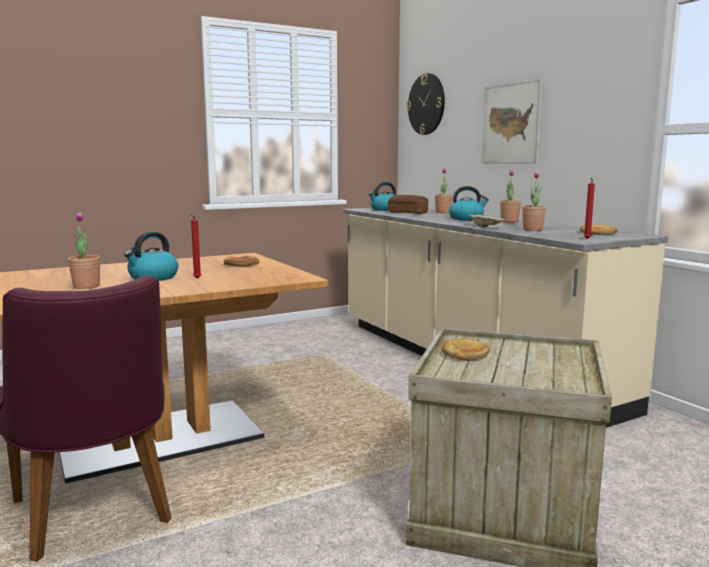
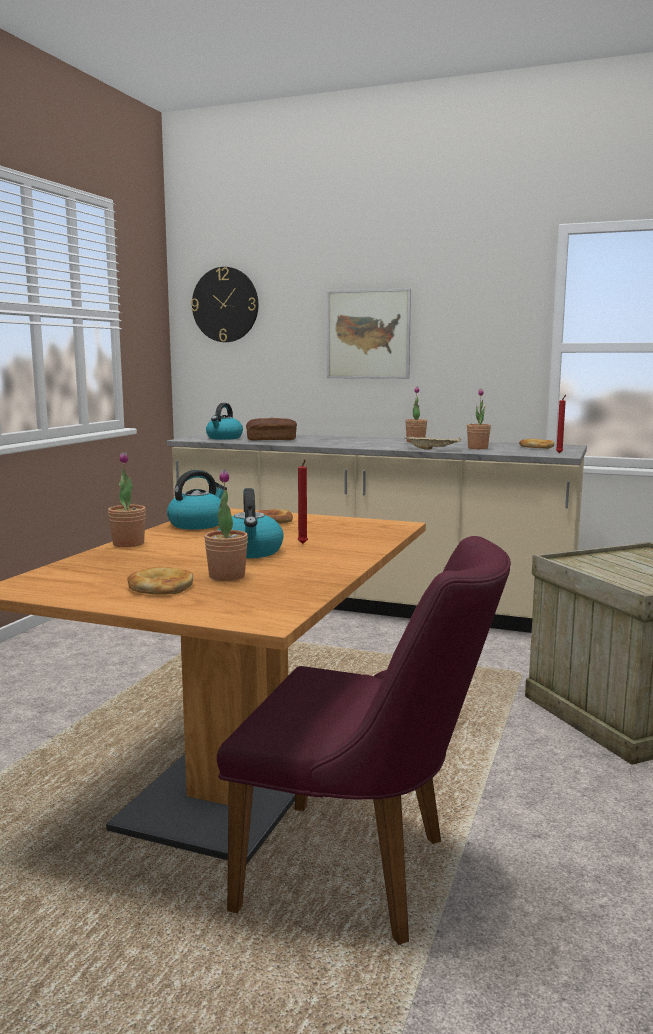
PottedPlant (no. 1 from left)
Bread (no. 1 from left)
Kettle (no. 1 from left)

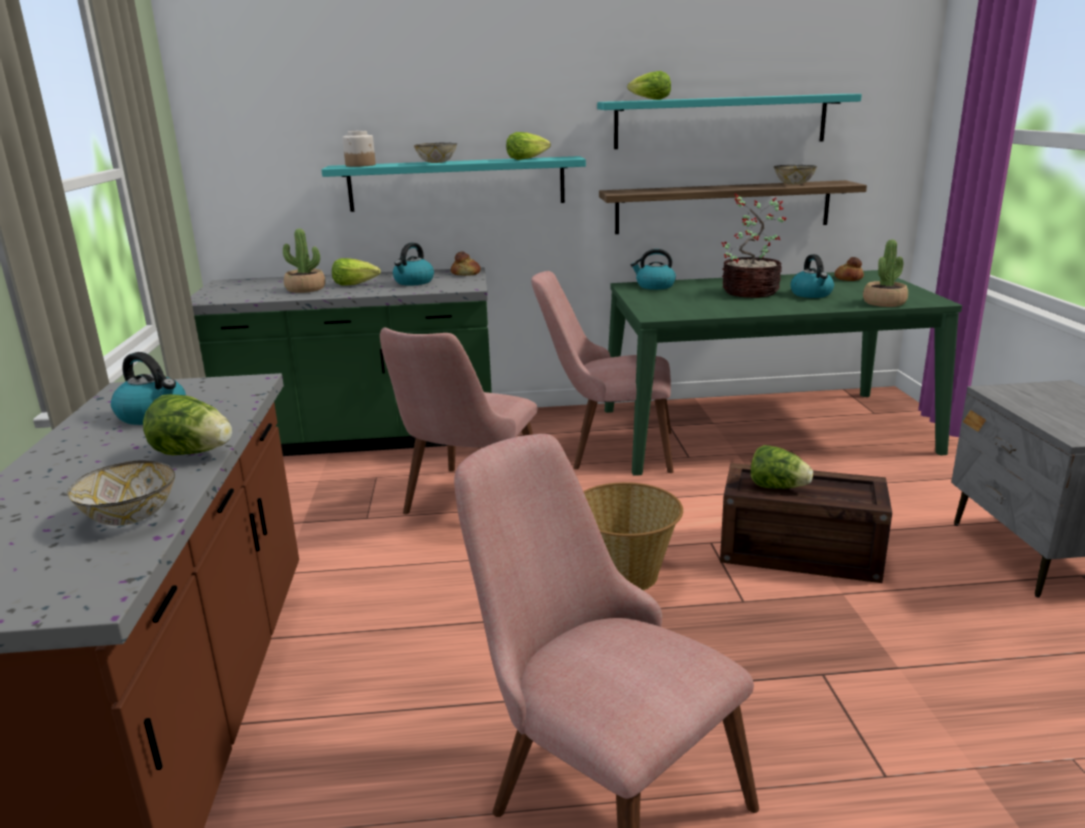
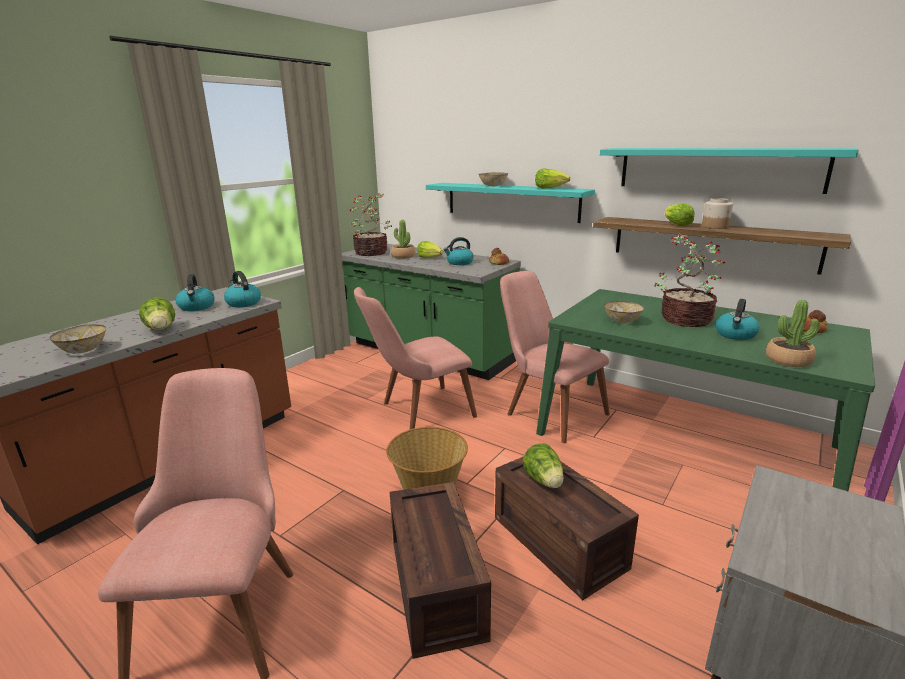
Jar
Lettuce (no. 5 from left)
Kettle (no. 2 from left)
Bowl (no. 3 from left)
PottedPlant (no. 1 from left)
Crate (no. 1 from left)

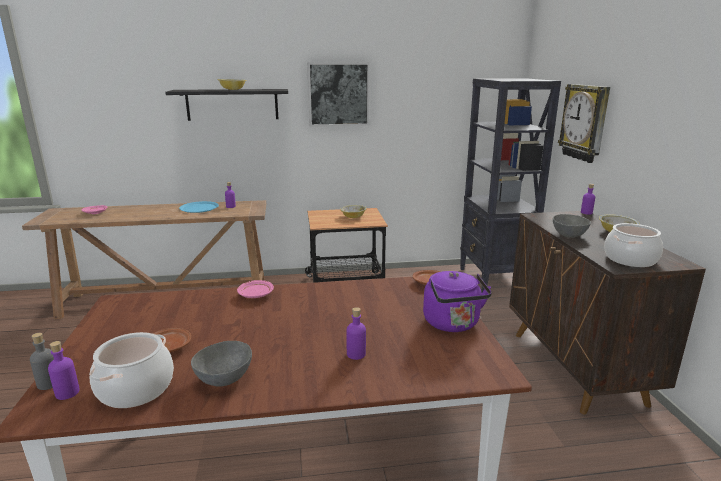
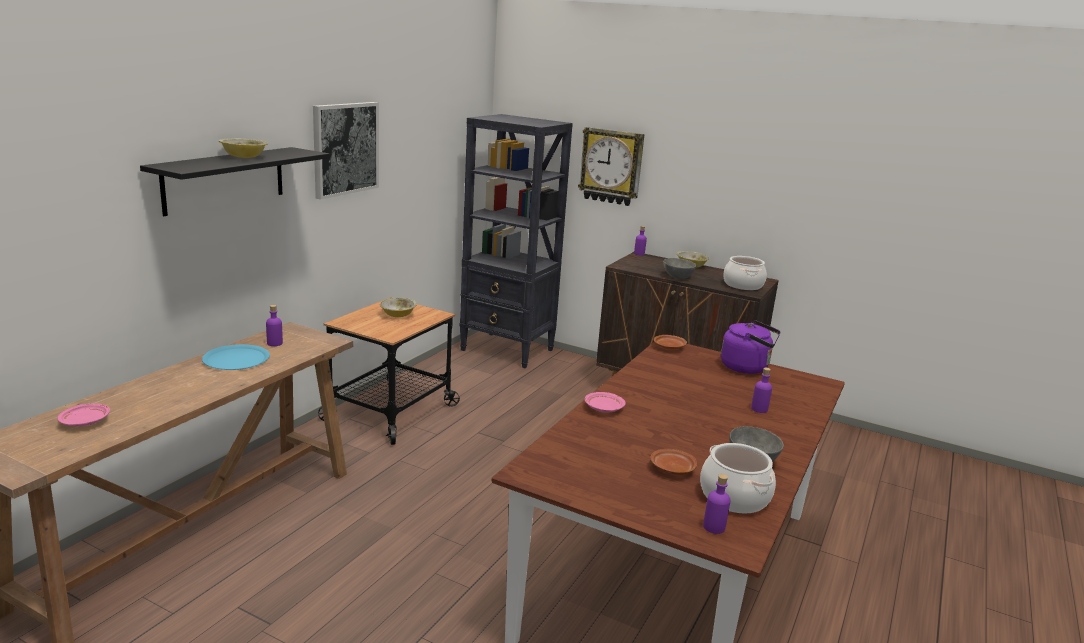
GreyBottle

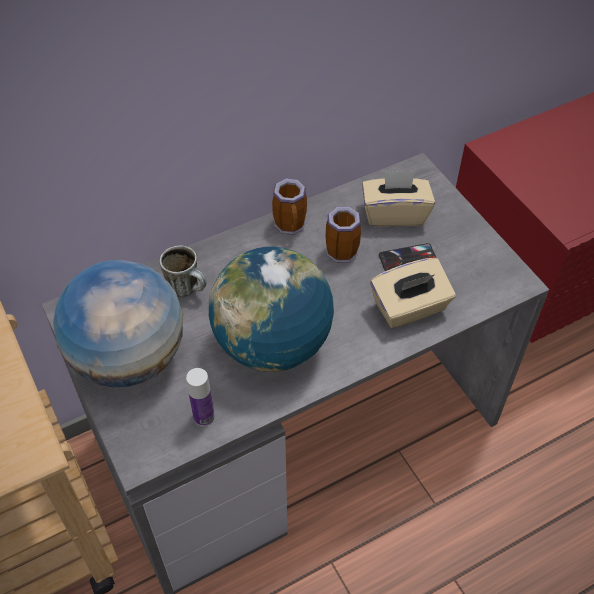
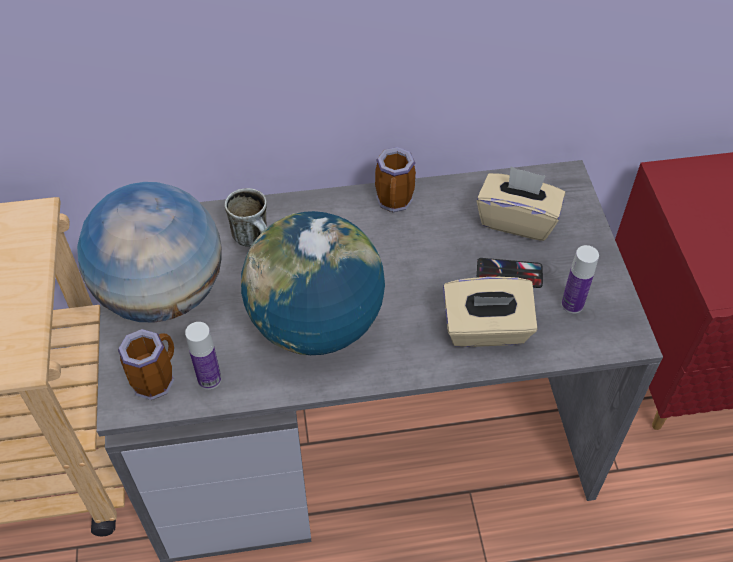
Mug (no. 1 from left)
Bottle (no. 2 from left)

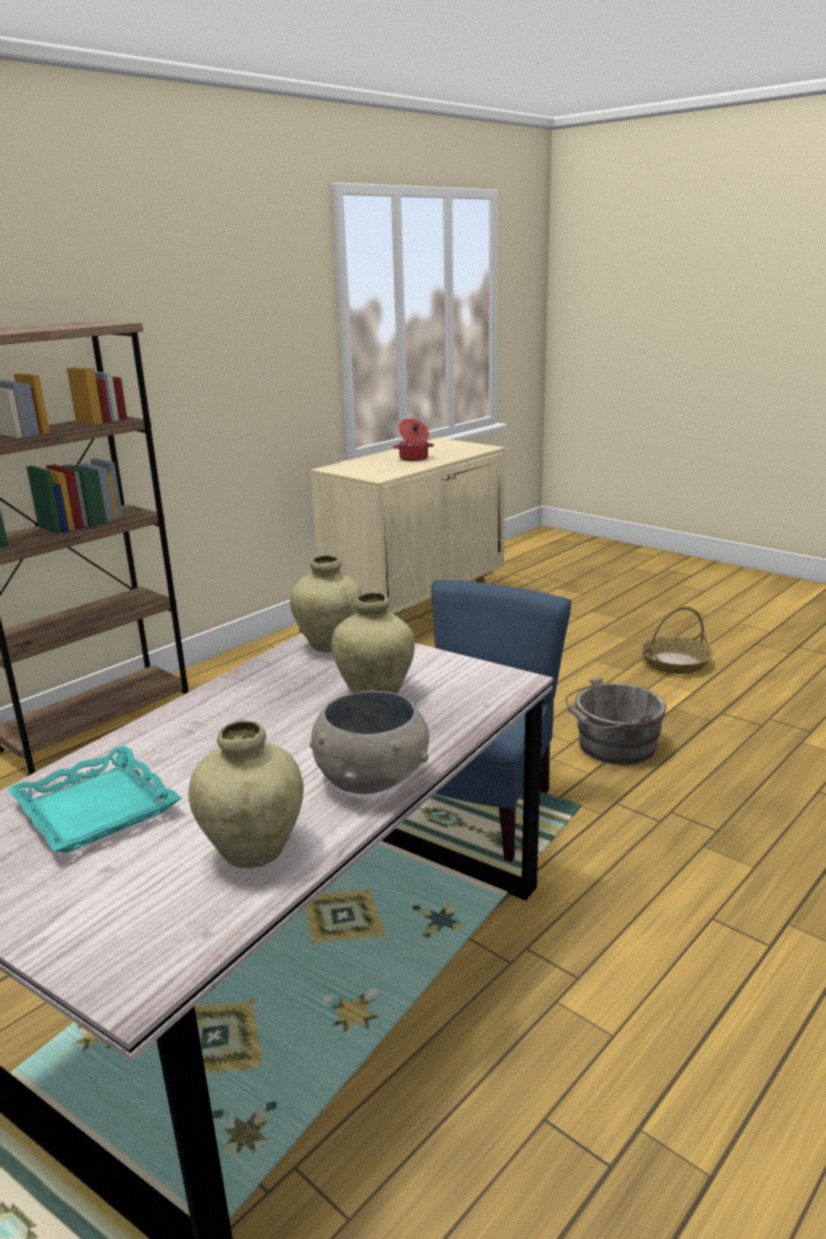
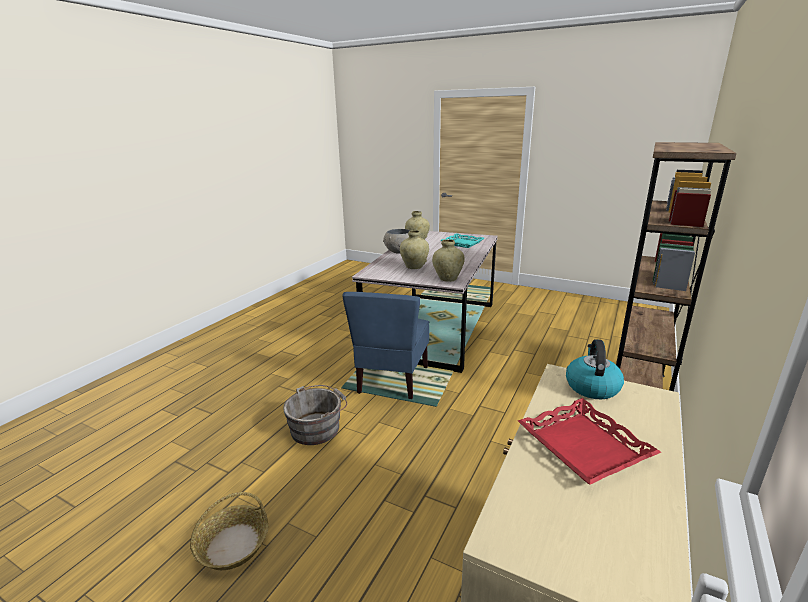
RedTray
Kettle

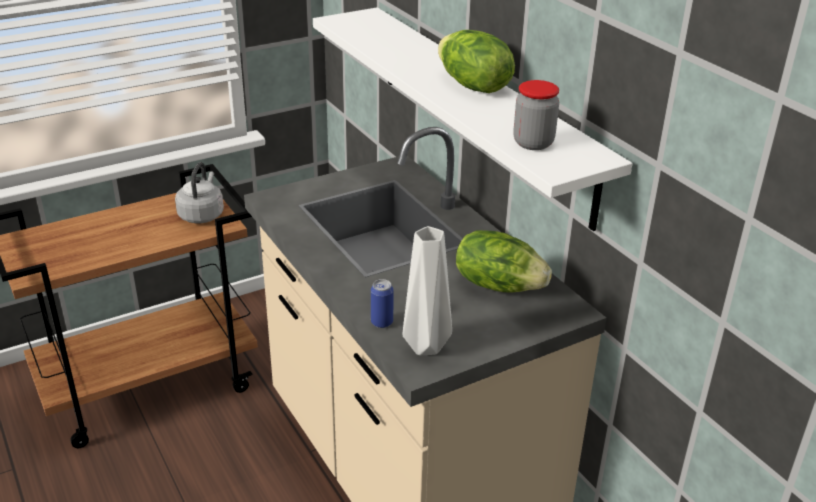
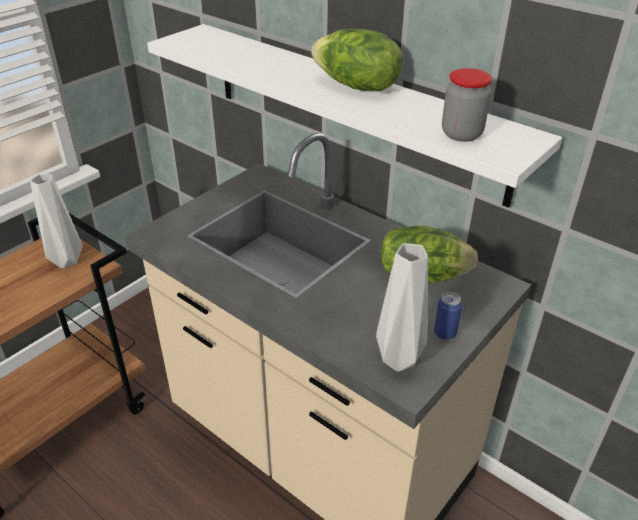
GreyVase (no. 1 from left)
Can

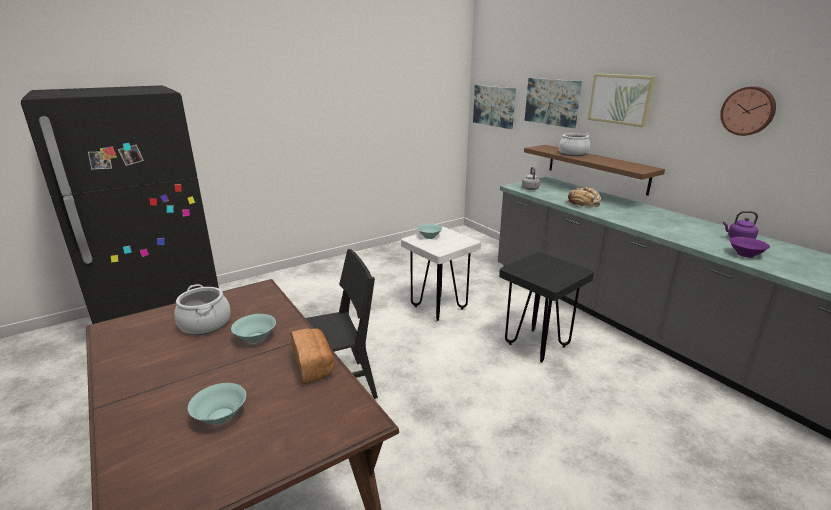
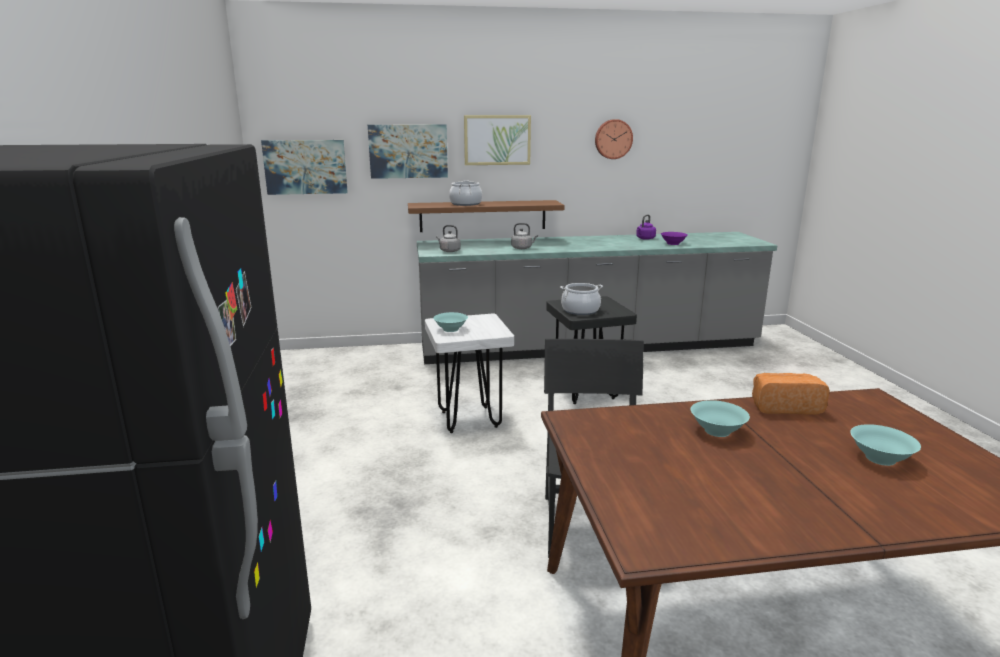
CookingPot (no. 2 from left)
GreyKettle (no. 2 from left)

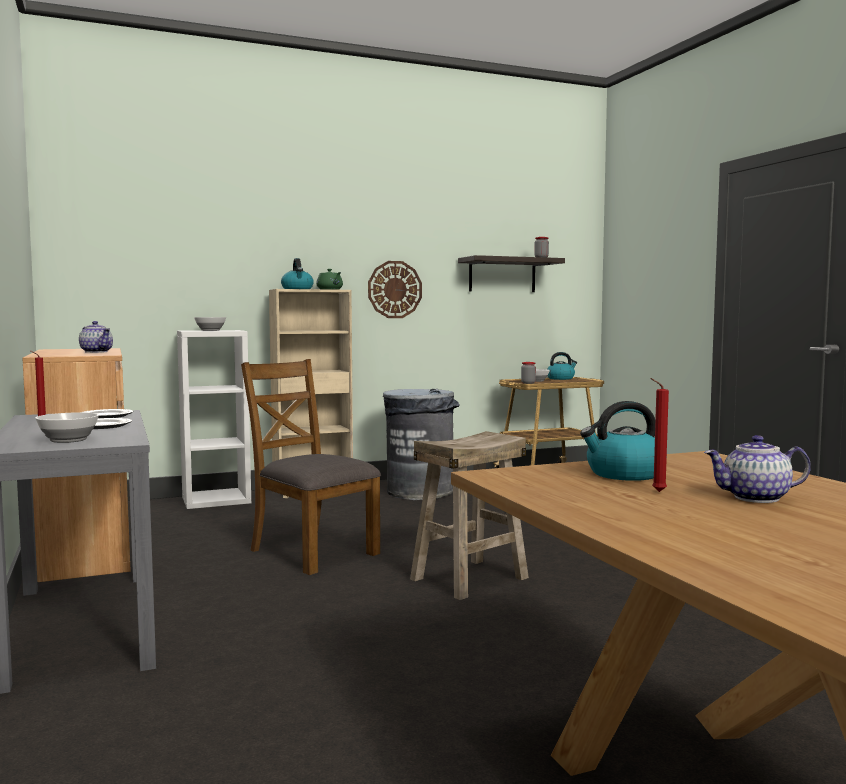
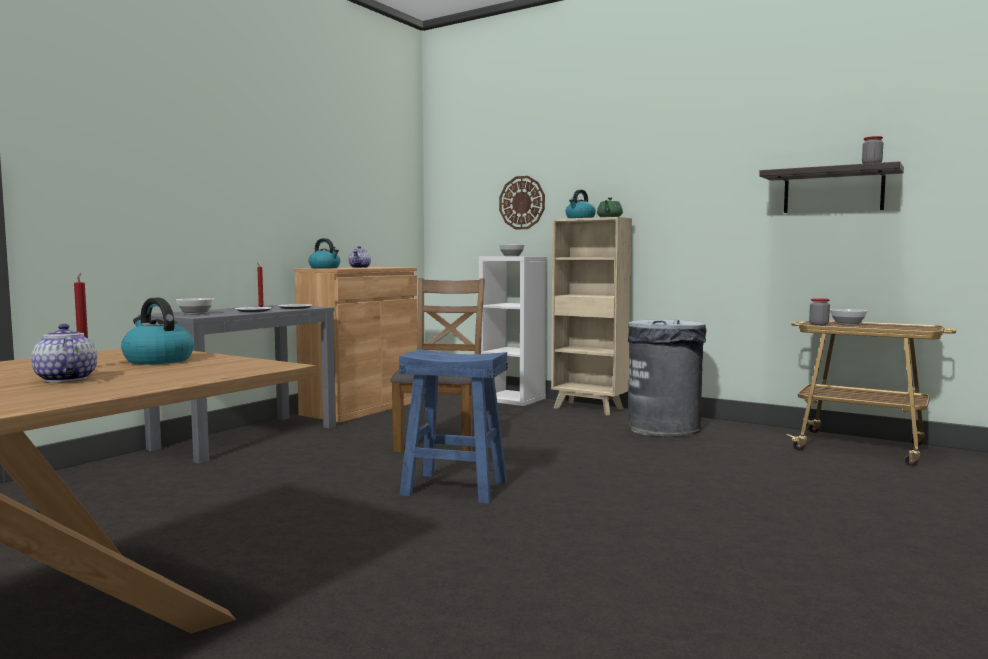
WallClock
BlueStool
Kettle (no. 2 from left)

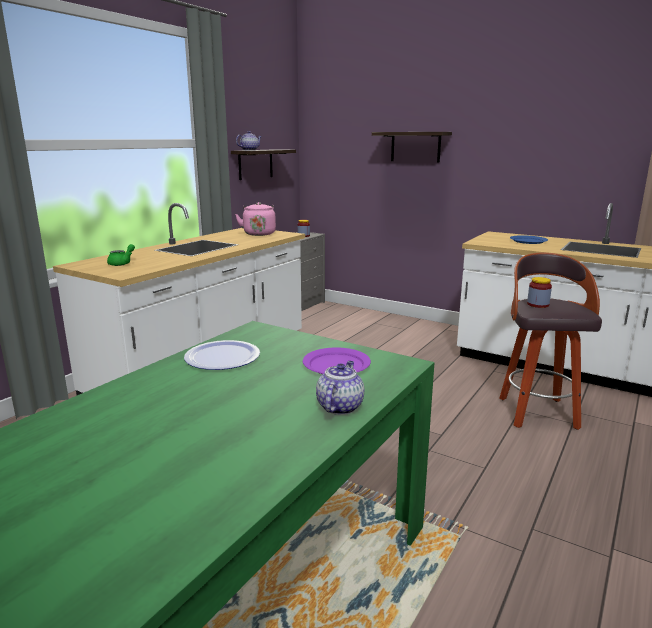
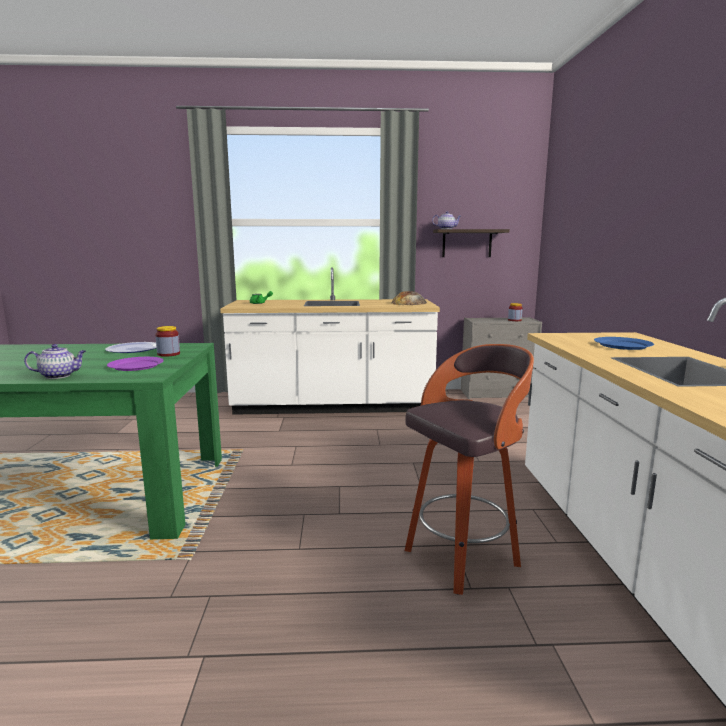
Bread
Shelf (no. 2 from left in the first image)
Jar (no. 1 from left)

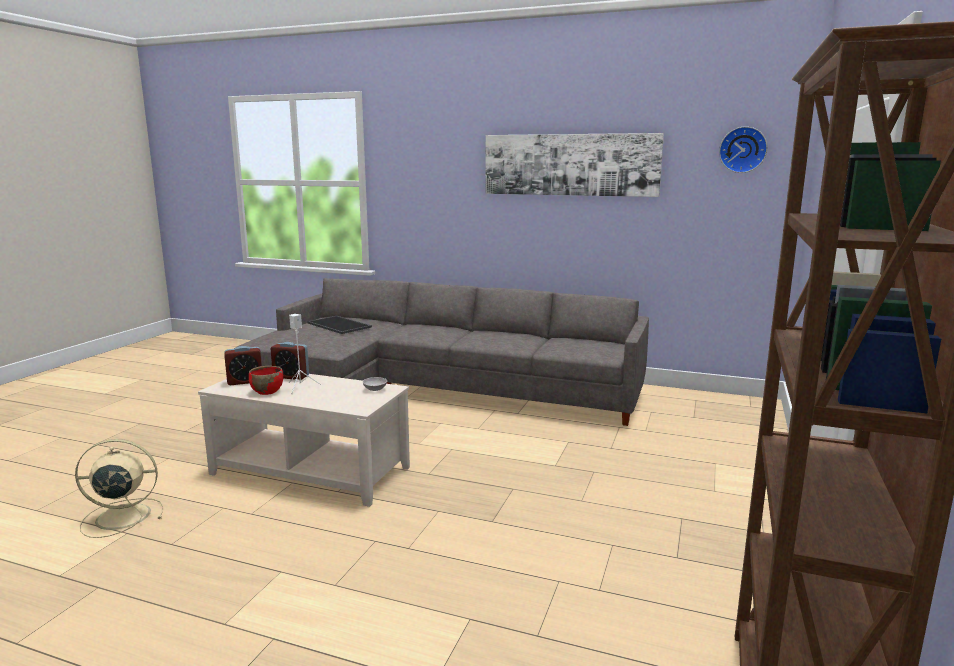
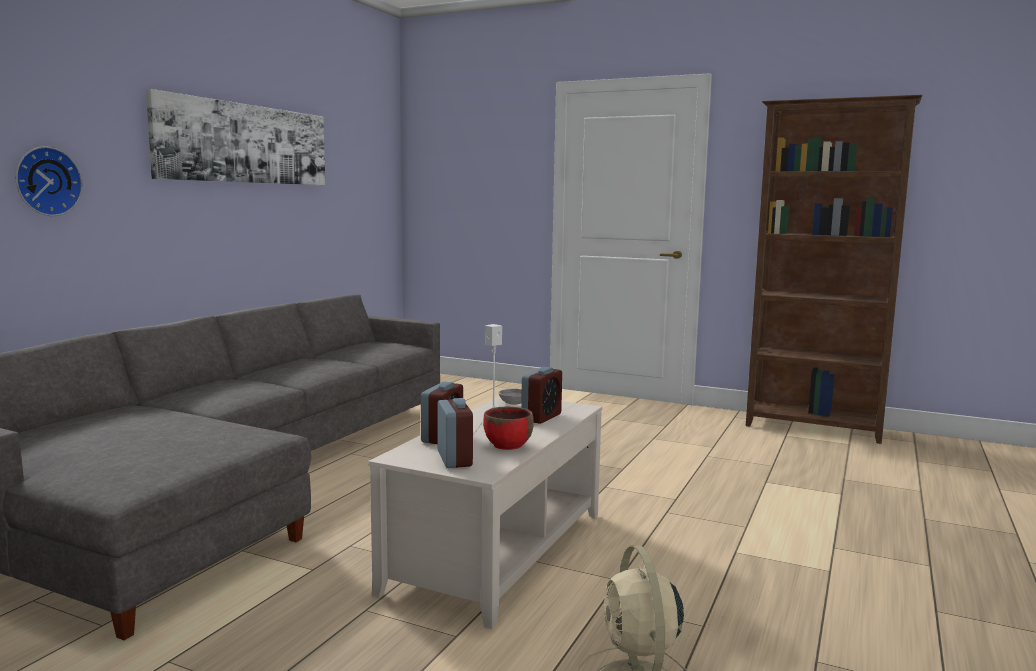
Tray
WallClock
AlarmClock (no. 3 from left)

